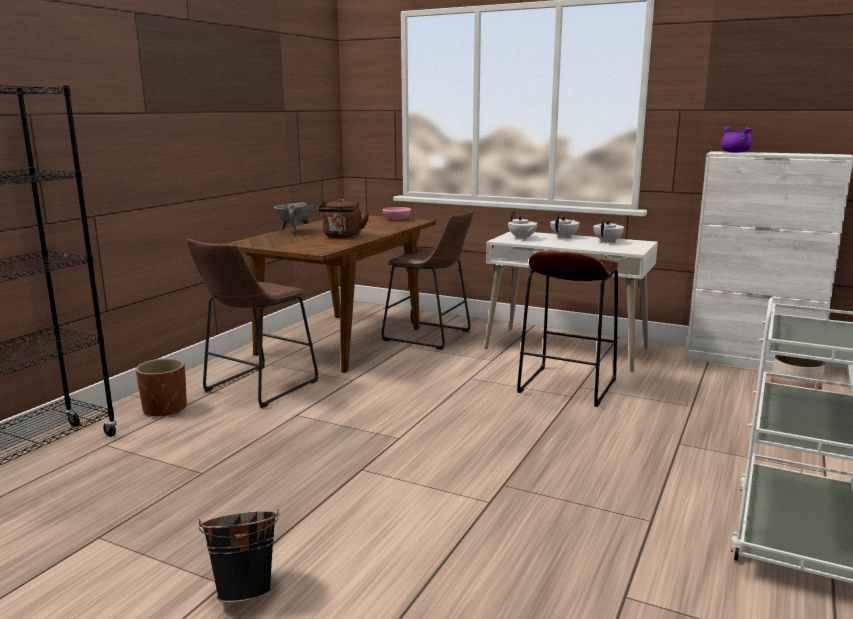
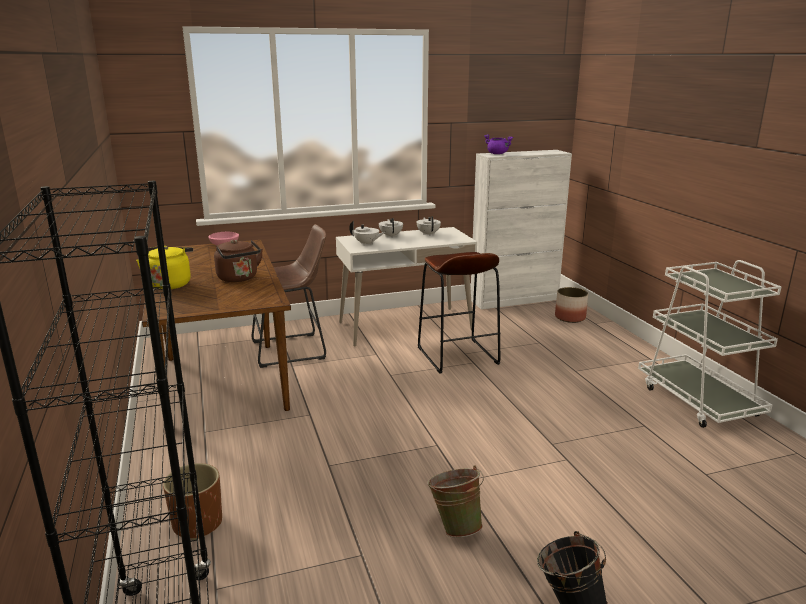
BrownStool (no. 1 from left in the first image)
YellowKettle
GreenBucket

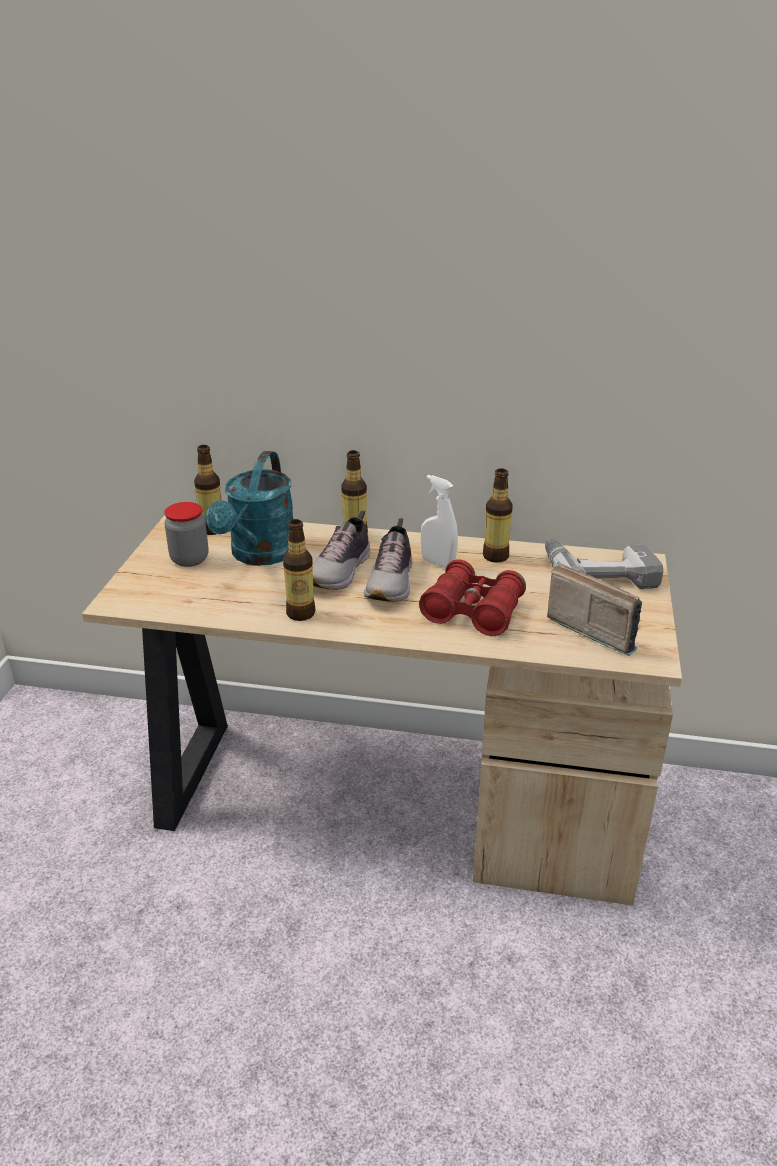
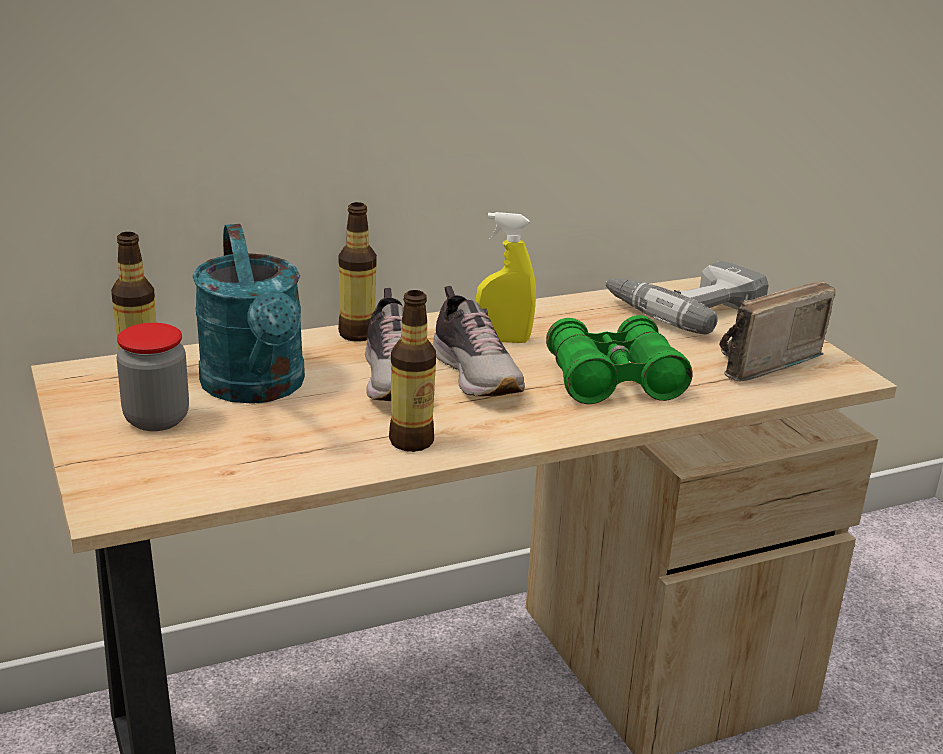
GreenBinoculars
YellowSprayBottle
Bottle (no. 4 from left in the first image)
Radio

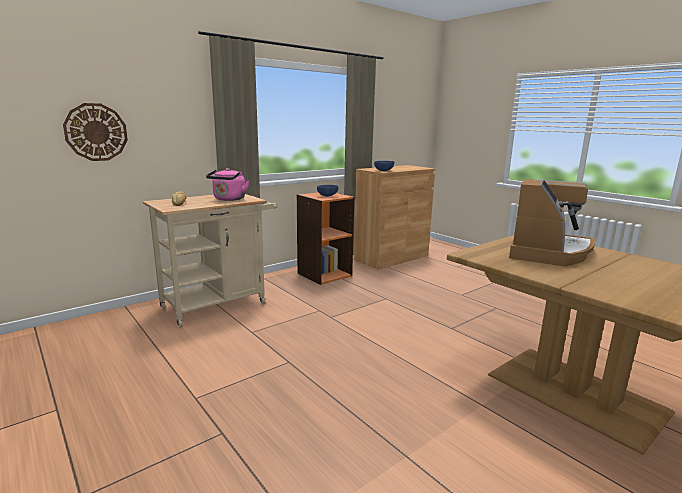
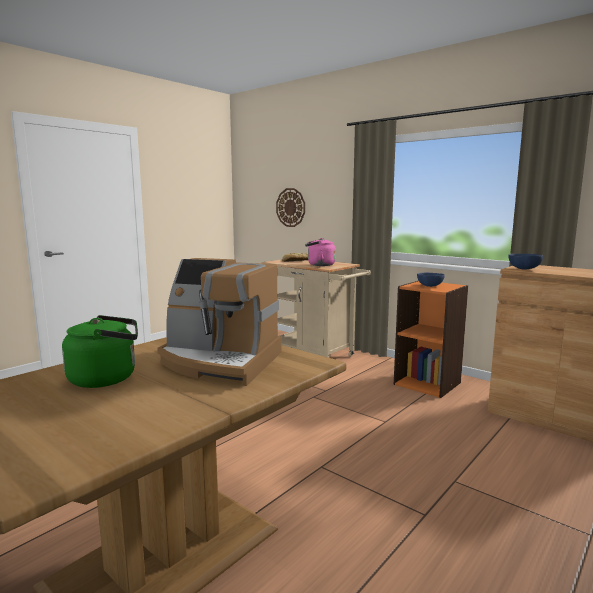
GreenKettle

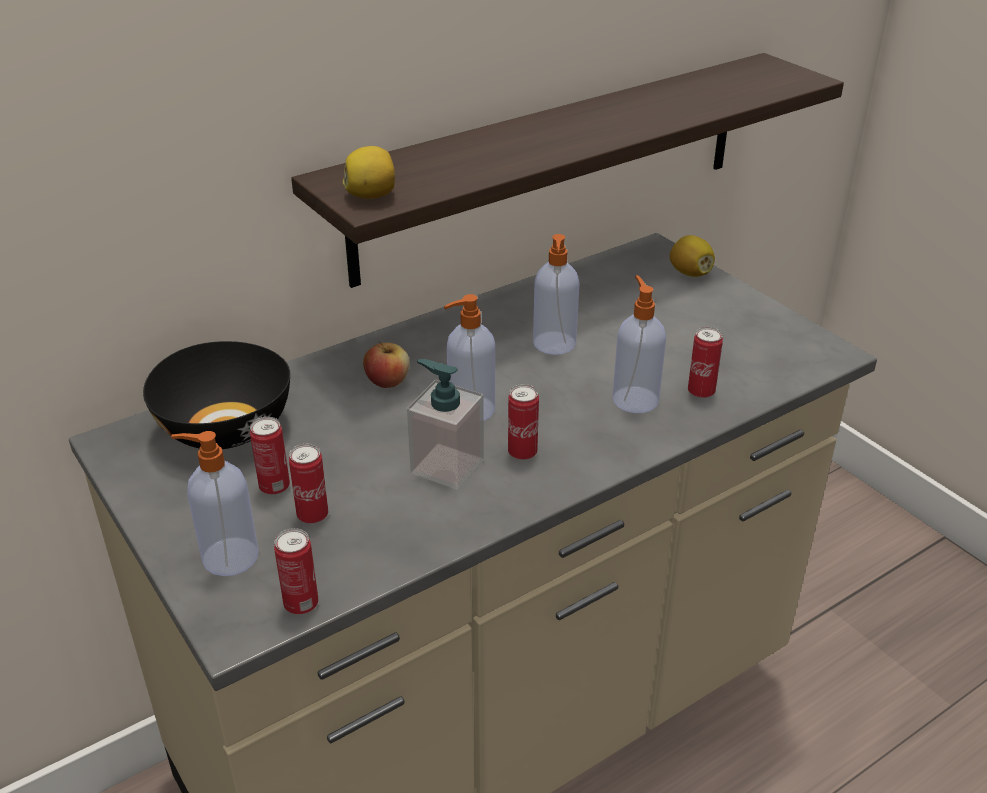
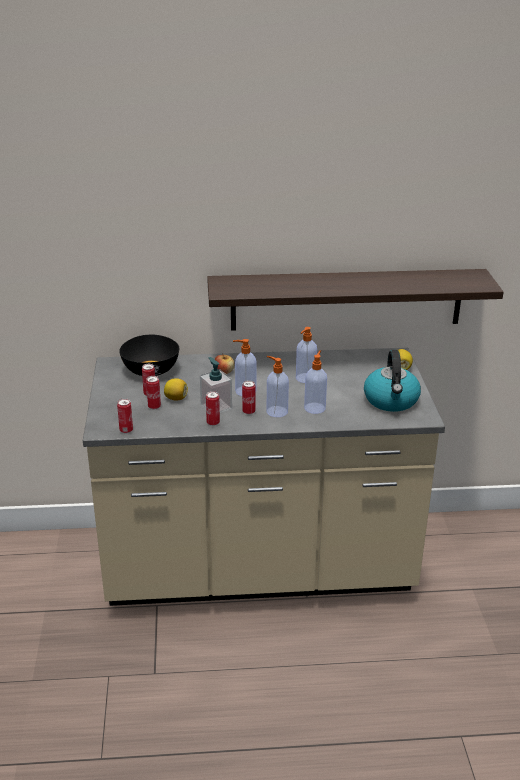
SoapDispenser (no. 3 from left)
Lemon (no. 1 from left)
Can (no. 4 from left)
Kettle

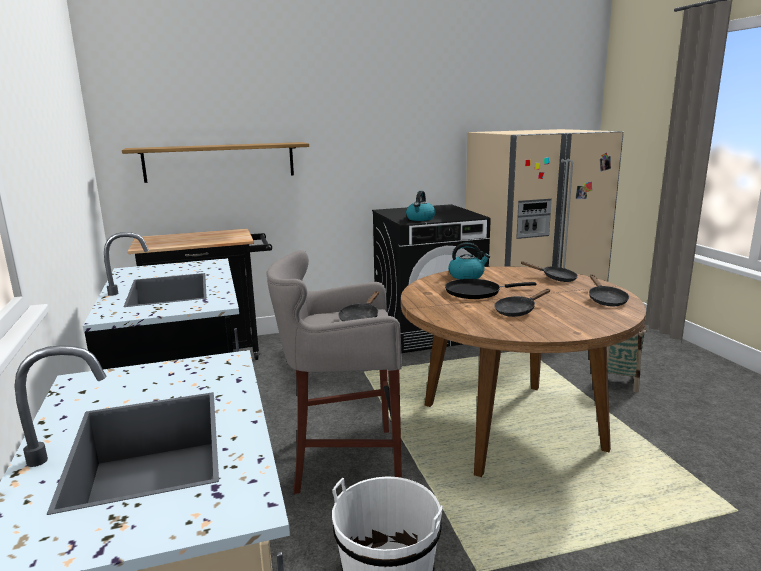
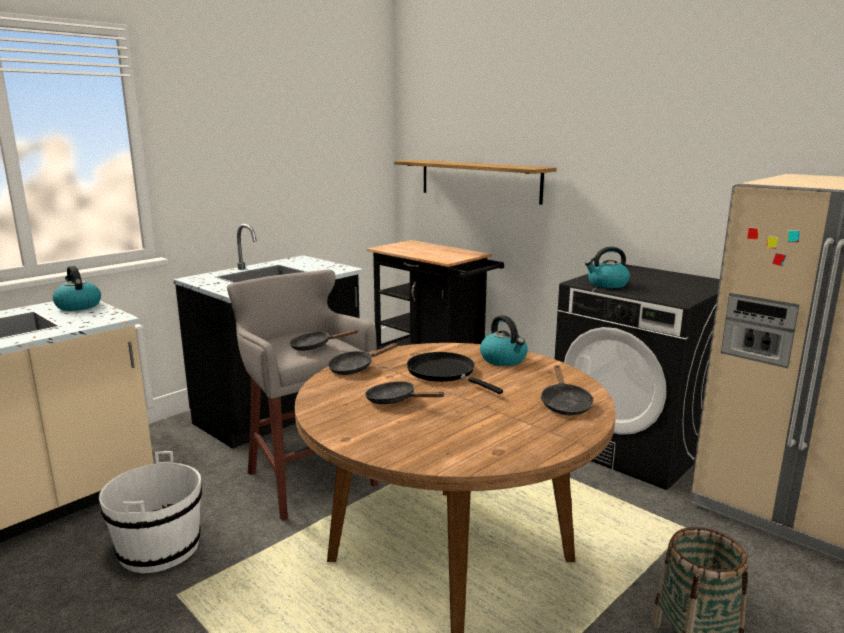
BlackFryingPan (no. 2 from left)
Kettle (no. 1 from left)

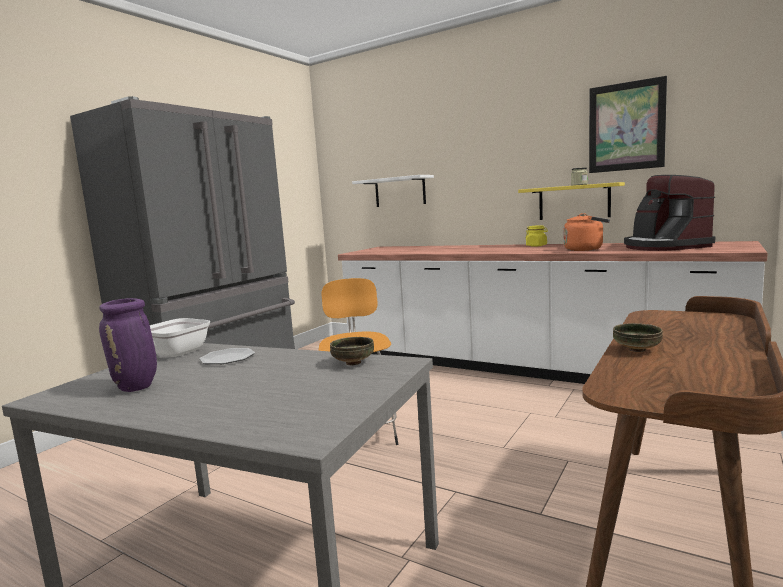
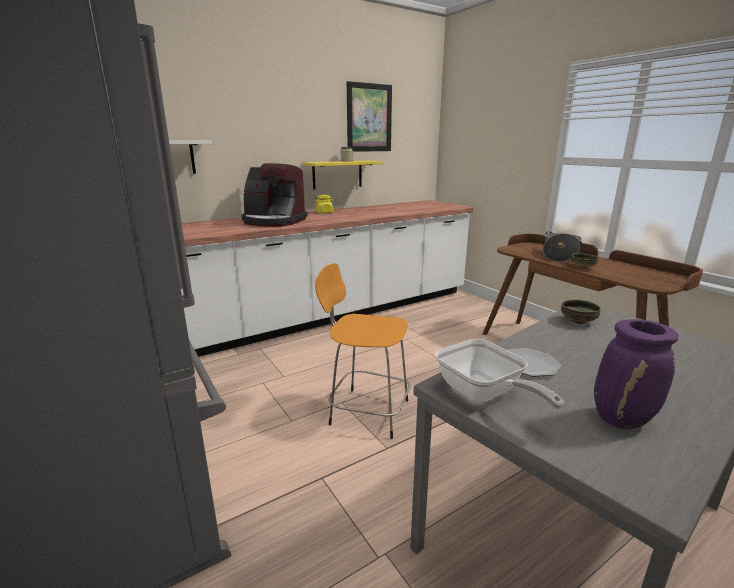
OrangeKettle
CoffeeMachine
CookingPot

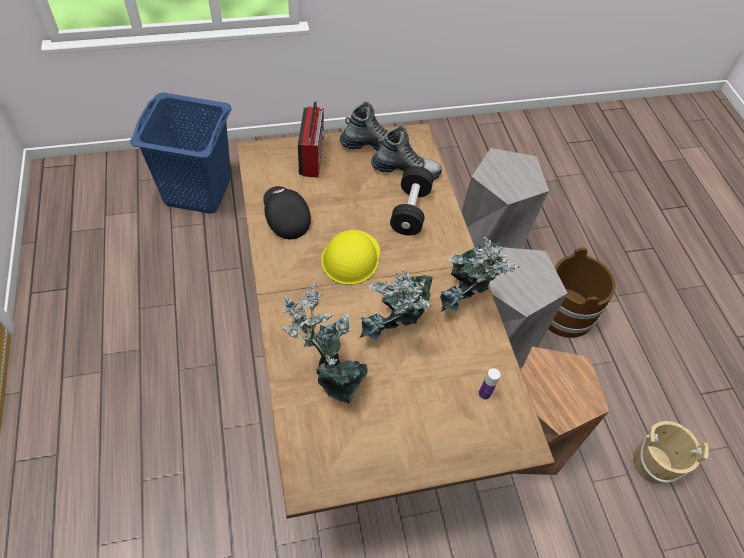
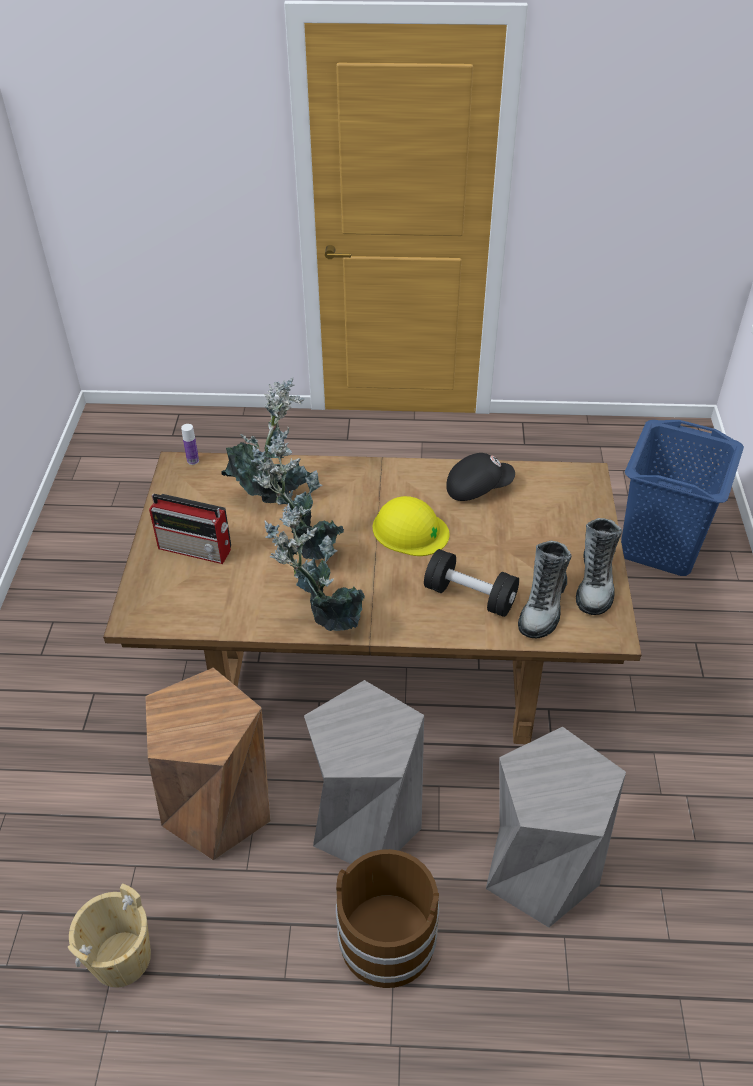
Radio
Bottle

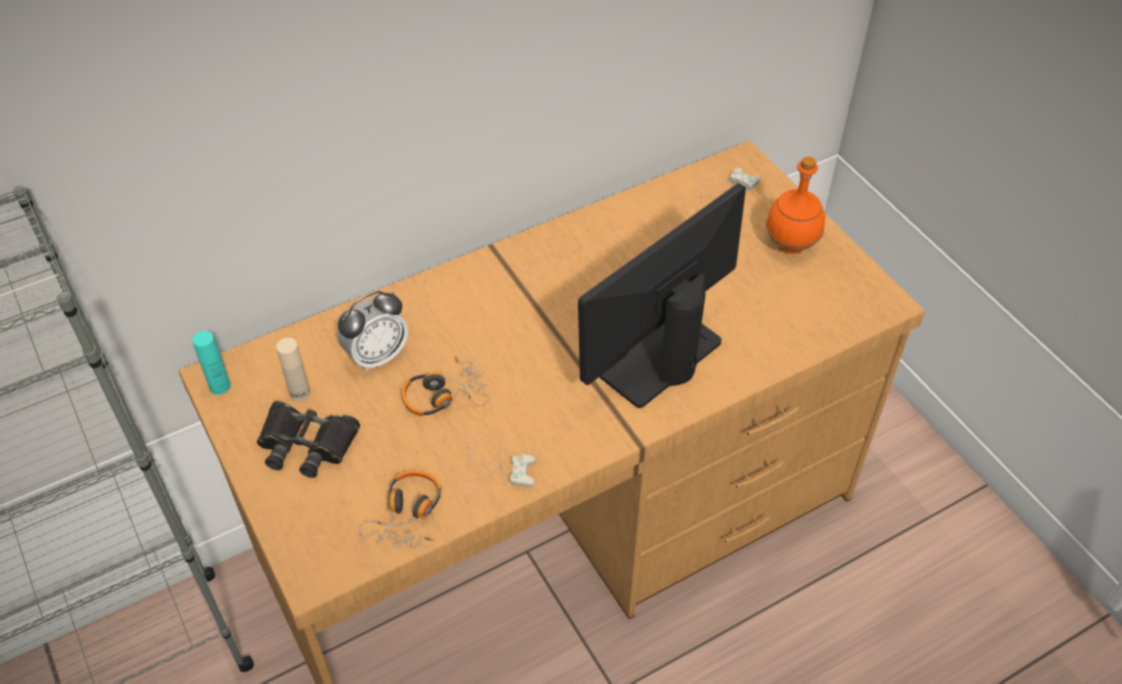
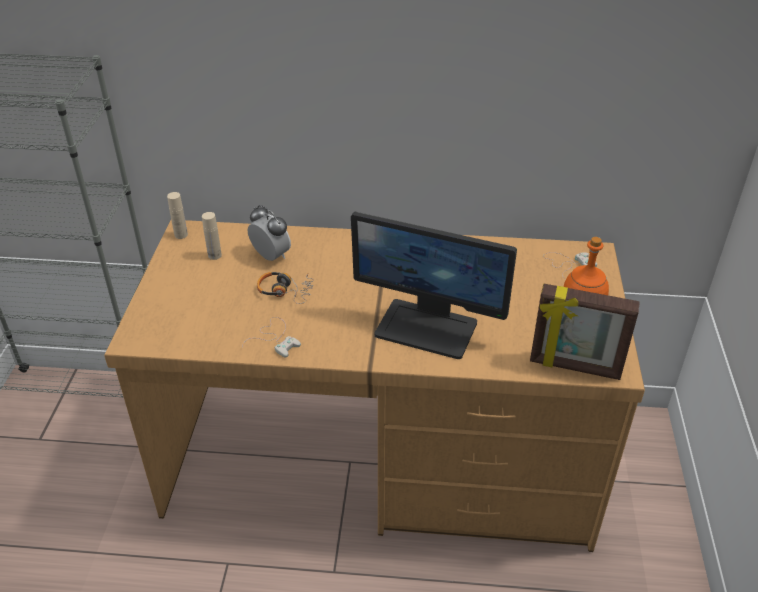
BeigeBottle (no. 1 from left)
BlackBinoculars
AlarmClock
Headphones (no. 1 from left in the first image)
Monitor
PictureFrame

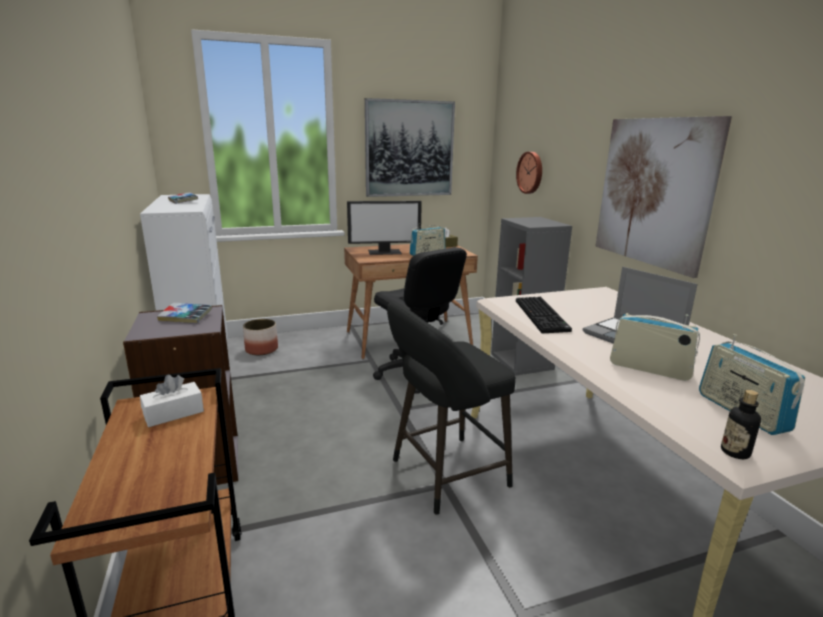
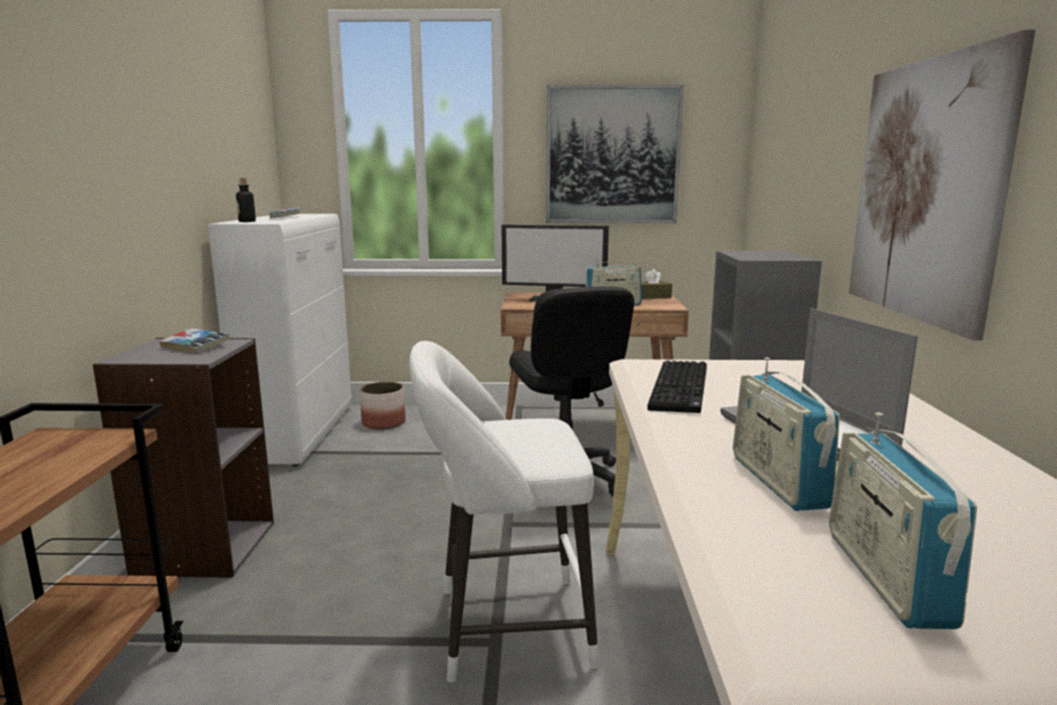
WhiteTissueBox
WhiteStool
WallClock
Radio (no. 2 from left)
Bottle

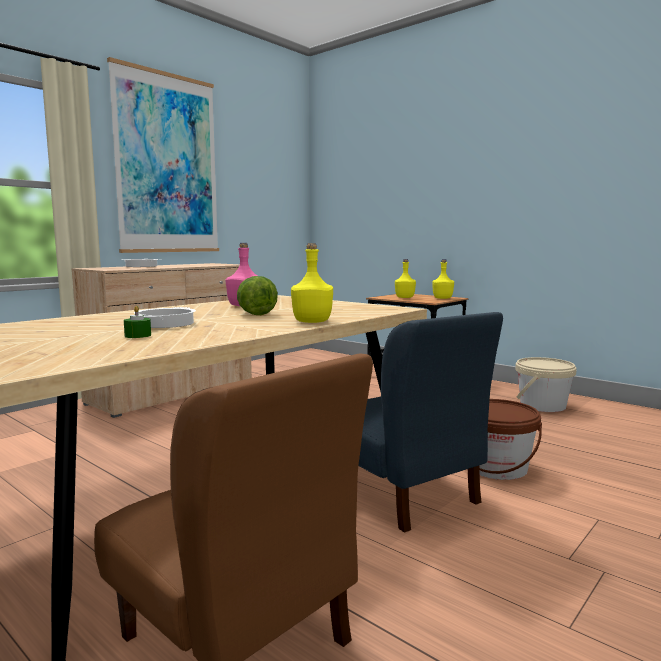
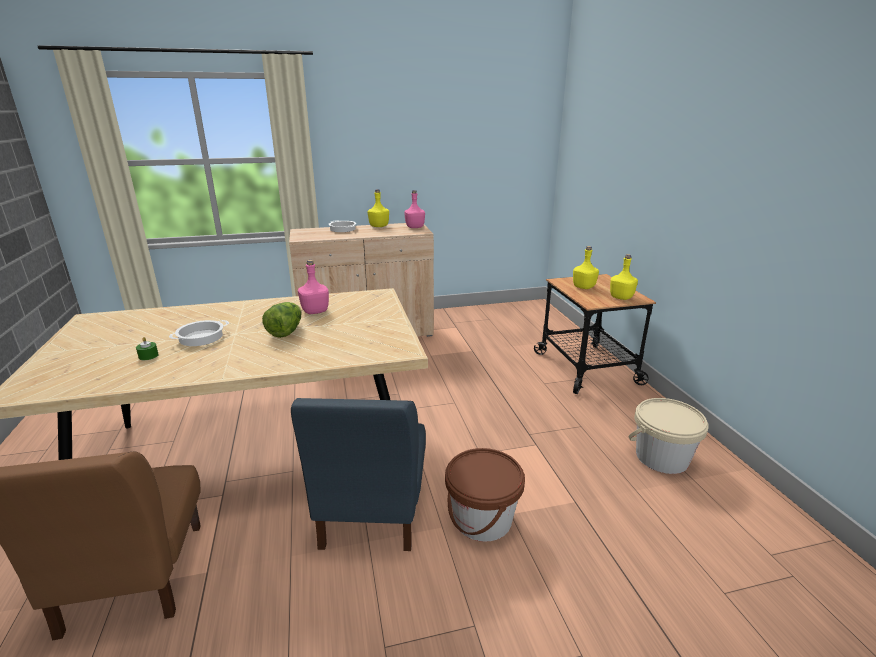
Picture
YellowBottle (no. 1 from left)
PinkBottle (no. 2 from left)

